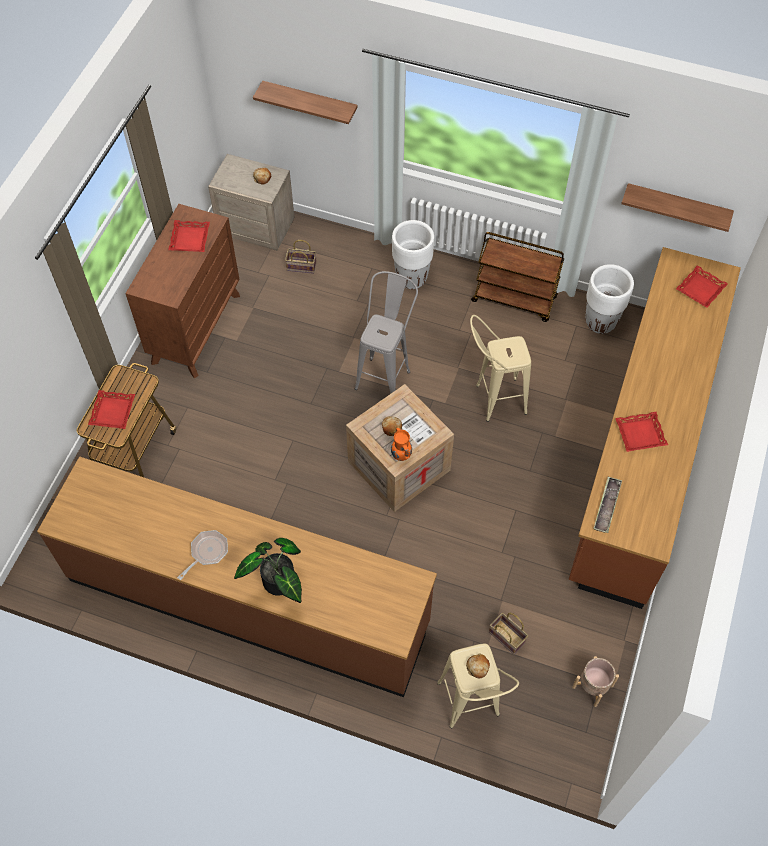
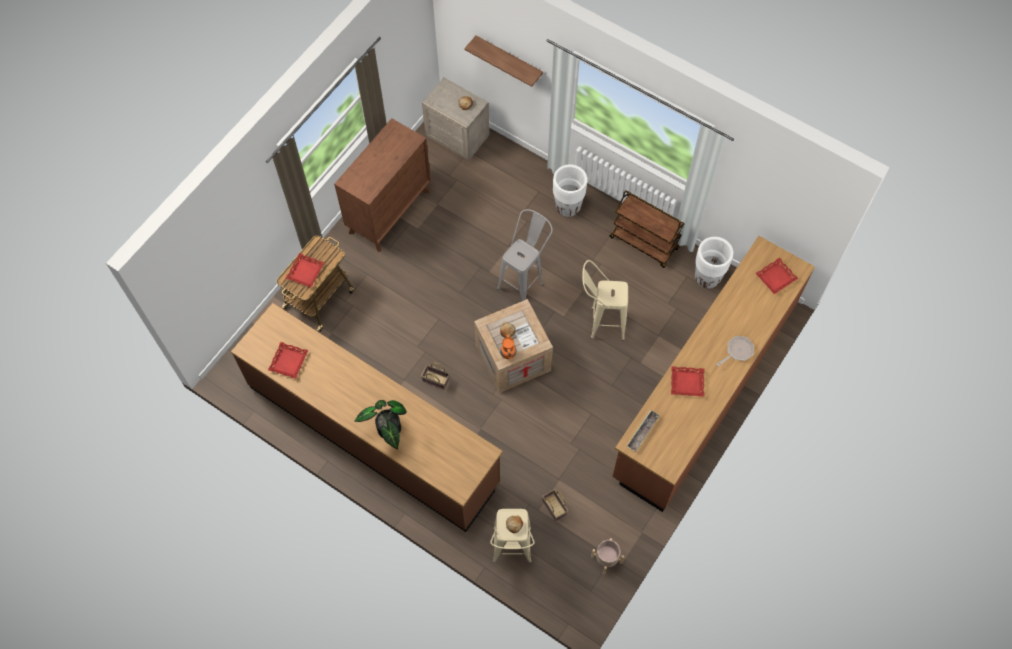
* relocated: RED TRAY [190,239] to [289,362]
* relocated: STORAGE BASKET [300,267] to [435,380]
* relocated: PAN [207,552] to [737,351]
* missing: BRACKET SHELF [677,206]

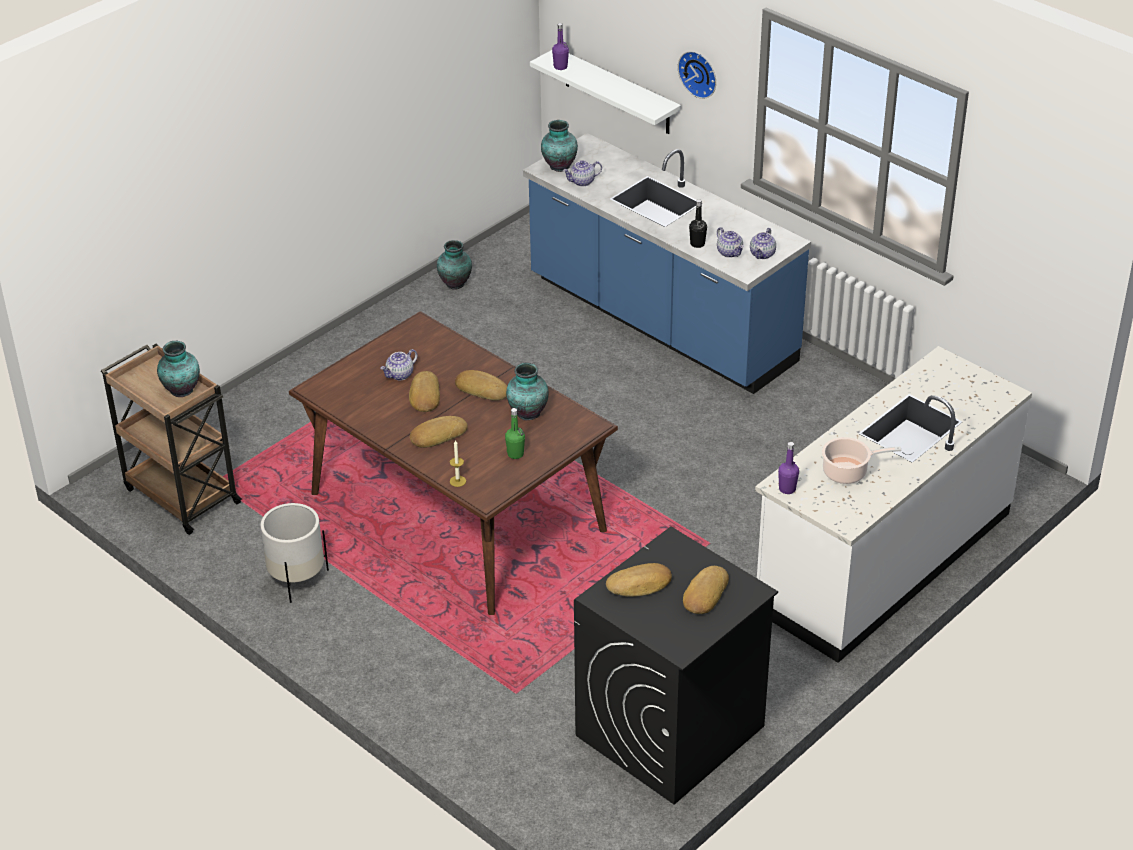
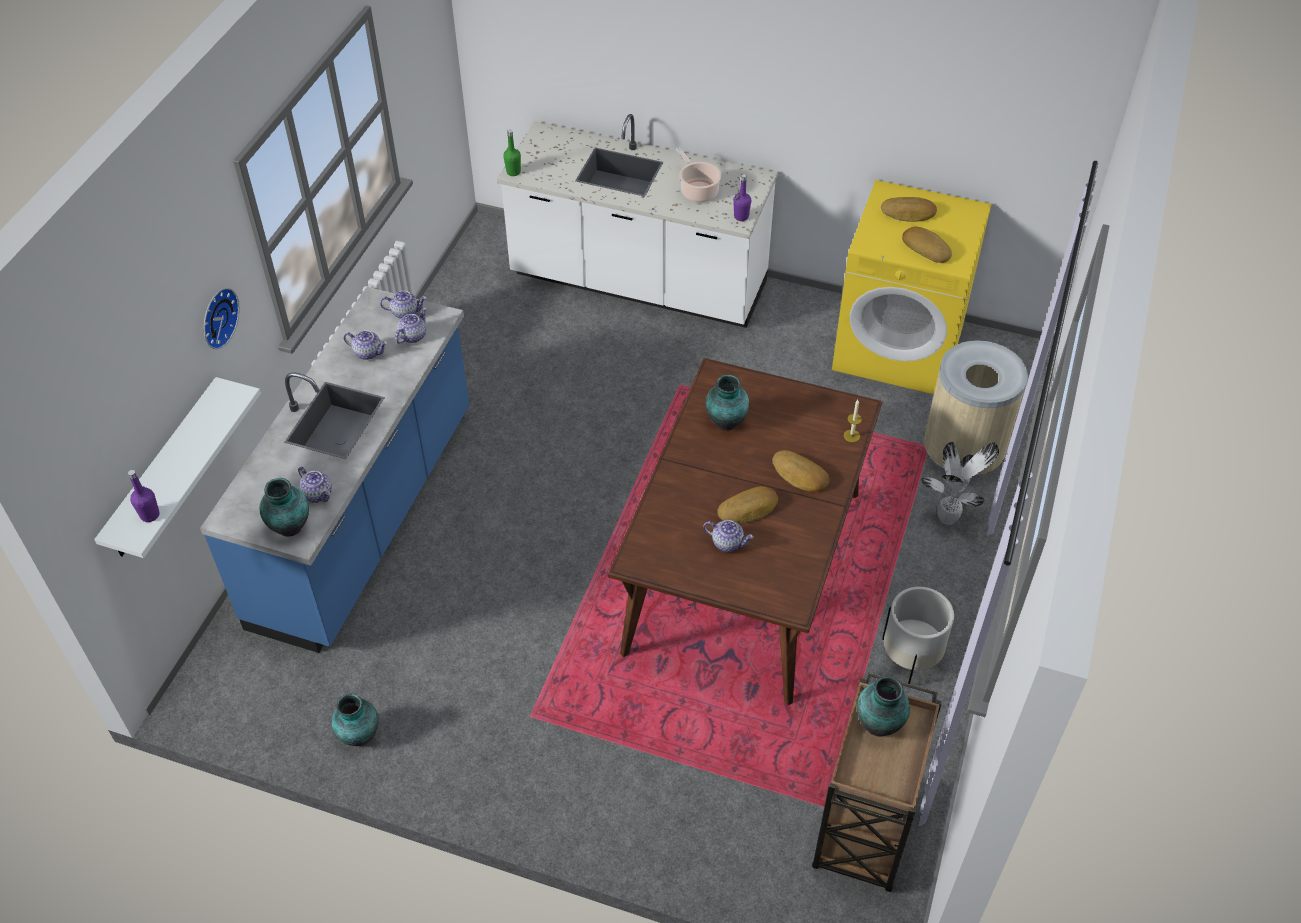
* appeared: POT FOR TEA [368,352]
* relocated: GREEN BEVERAGE BOTTLE [515,454] to [513,172]
* colour: BLACK LAUNDRY MACHINE [669,732] to YELLOWISH LAUNDRY MACHINE [899,347]
* appeared: POTTED PLANT [949,518]
* appeared: BEIGE WASTE BIN [962,454]
* missing: BAKERY BREAD [482,389]
* missing: BLACK BEVERAGE BOTTLE [697,244]

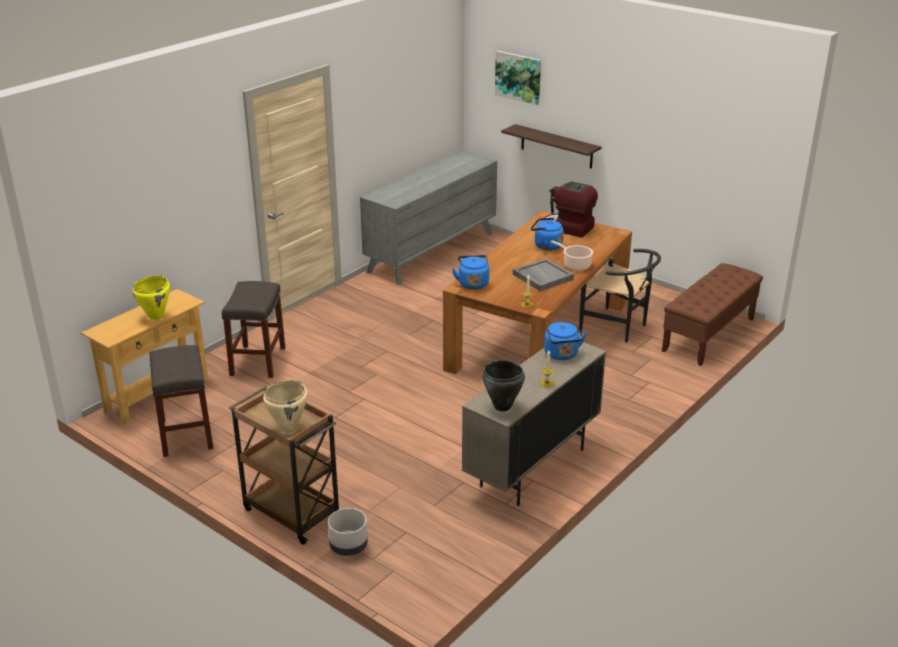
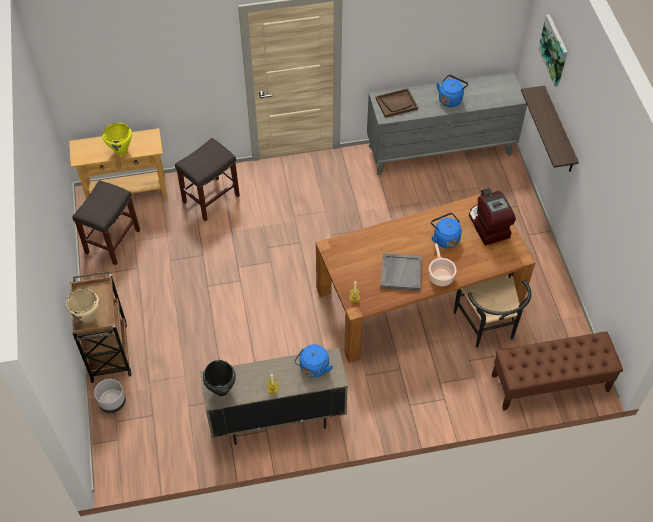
* appeared: BROWNISH TRAY [396,104]
* relocated: BLUISH TEA KETTLE [472,283] to [450,99]

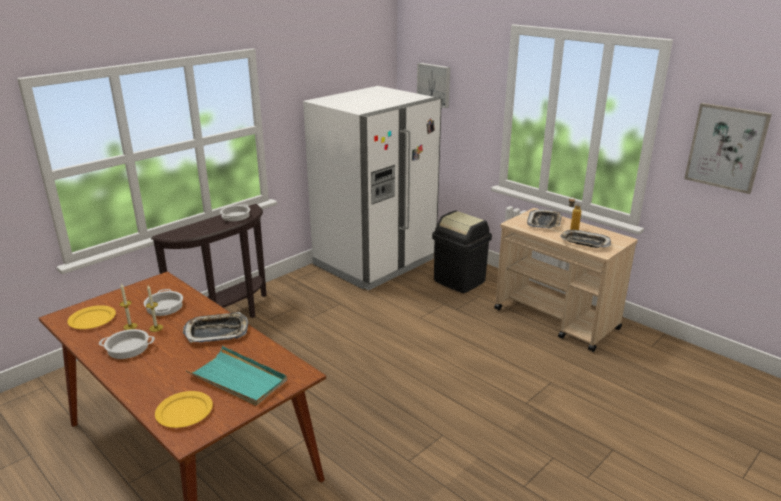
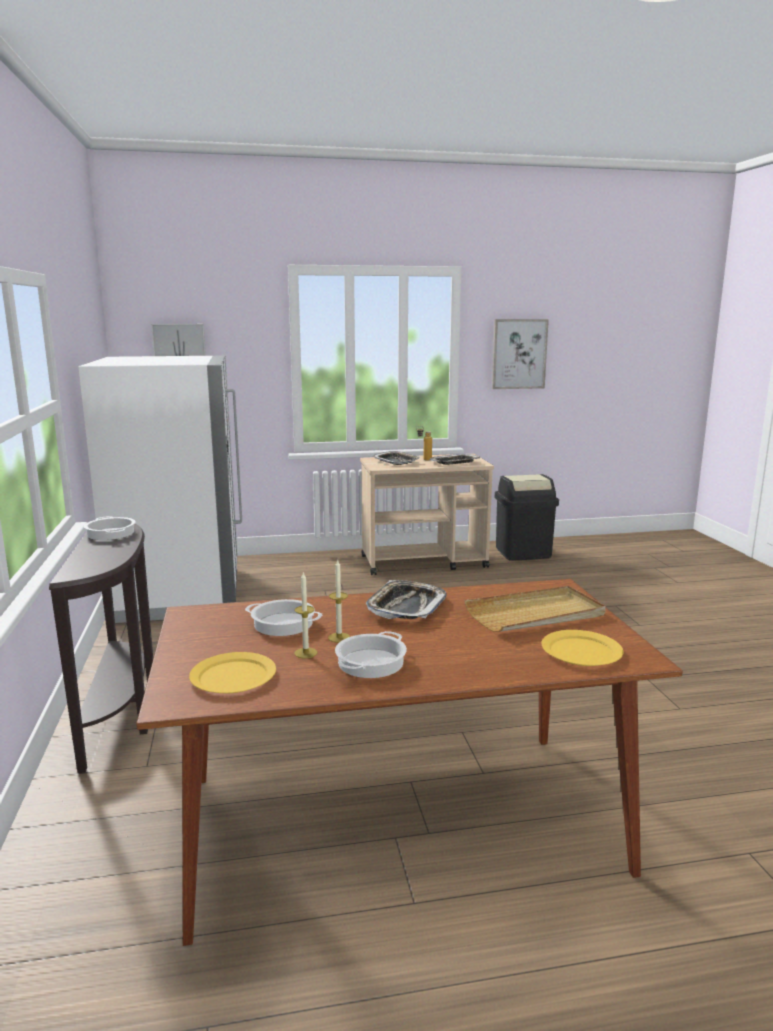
* colour: TURQUOISE-COLOURED TRAY [238,379] to BEIGE TRAY [536,614]
* relocated: BLACK WASTE BIN [459,281] to [523,552]

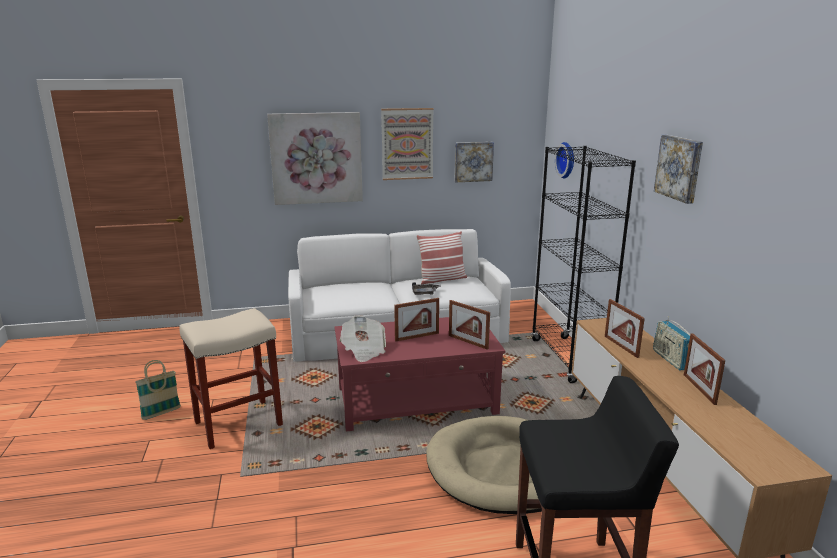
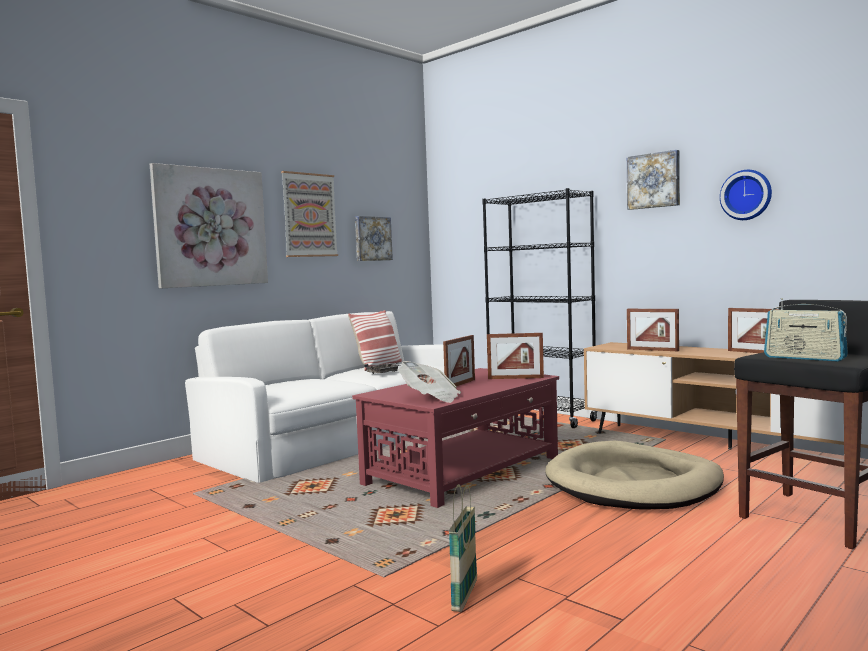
* relocated: STORAGE BASKET [161,413] to [465,595]
* relocated: WALL CLOCK [567,160] to [746,195]
* relocated: RADIO RECEIVER [671,359] to [804,358]
* missing: BEIGE STOOL SEAT [237,424]

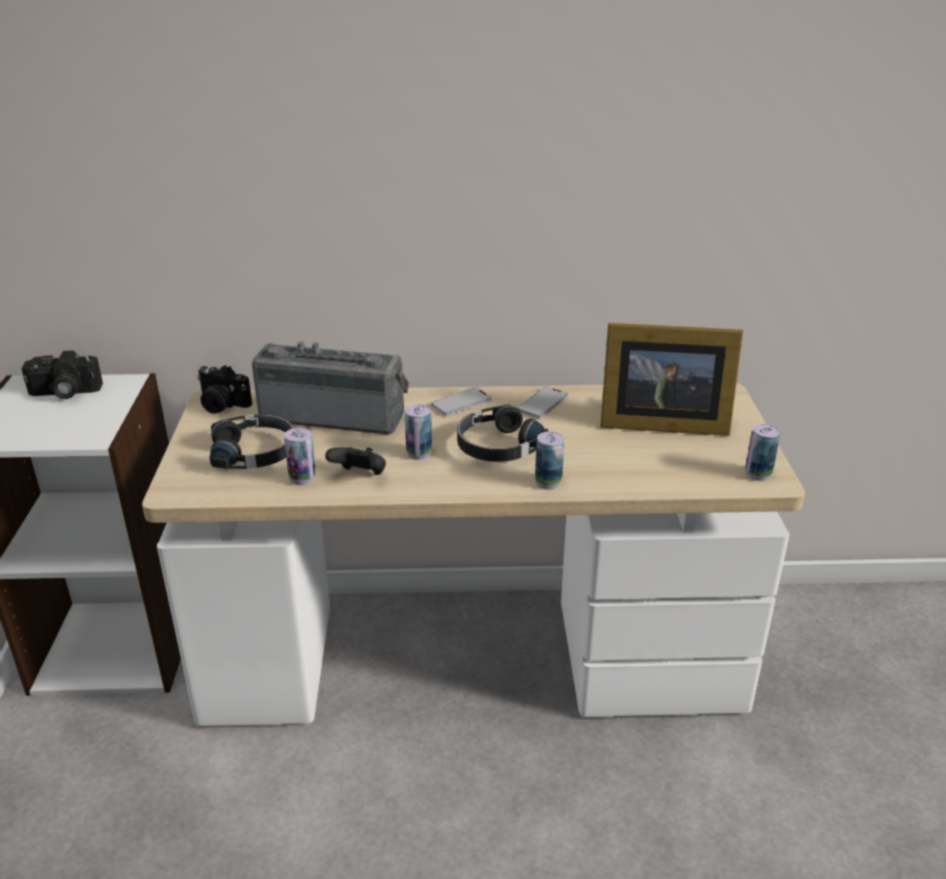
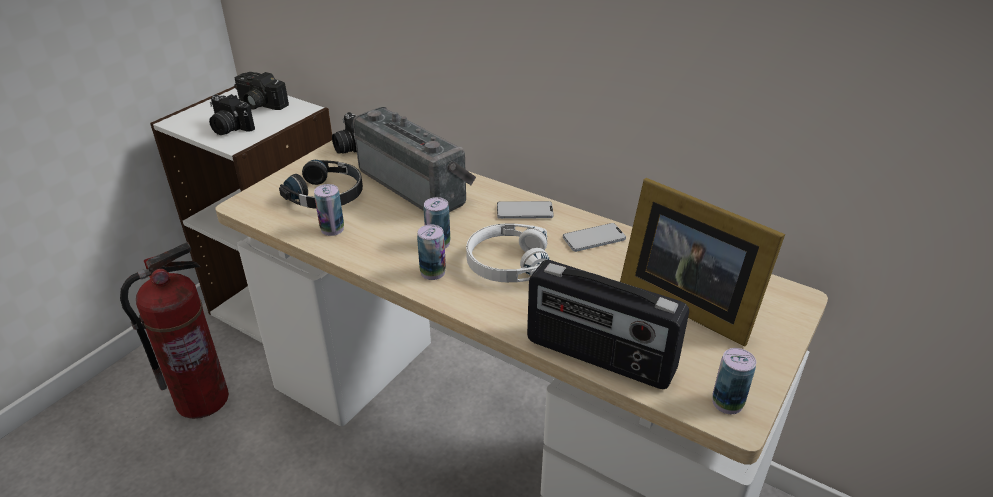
* appeared: FIRE EXTINGUISHER [202,400]
* appeared: STILL CAMERA [229,128]
* relocated: SEALED CAN [548,482] to [433,272]
* colour: BLACK HEADPHONES [497,446] to WHITISH HEADPHONES [507,263]
* appeared: RADIO RECEIVER [599,357]
* missing: BLACK GAME CONTROLLER [360,476]

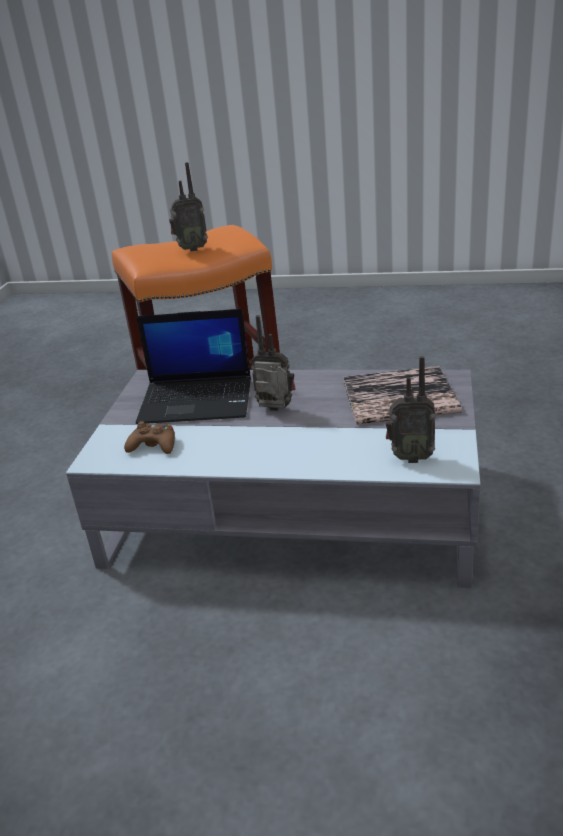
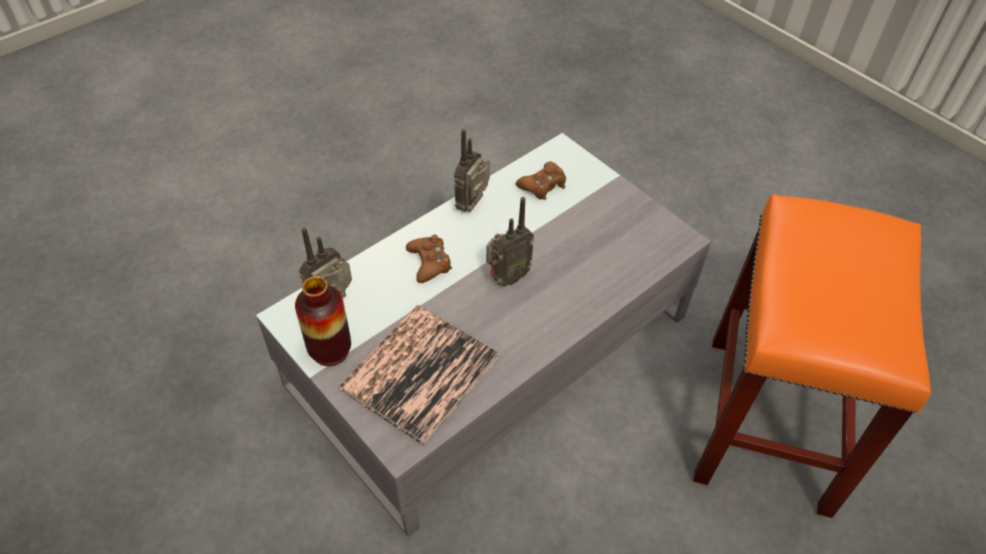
* appeared: DECORATIVE VASE [330,351]
* appeared: BROWNISH GAME CONTROLLER [429,263]
* relocated: RADIO RECEIVER [191,249] to [473,206]
* missing: PORTABLE COMPUTER [198,400]

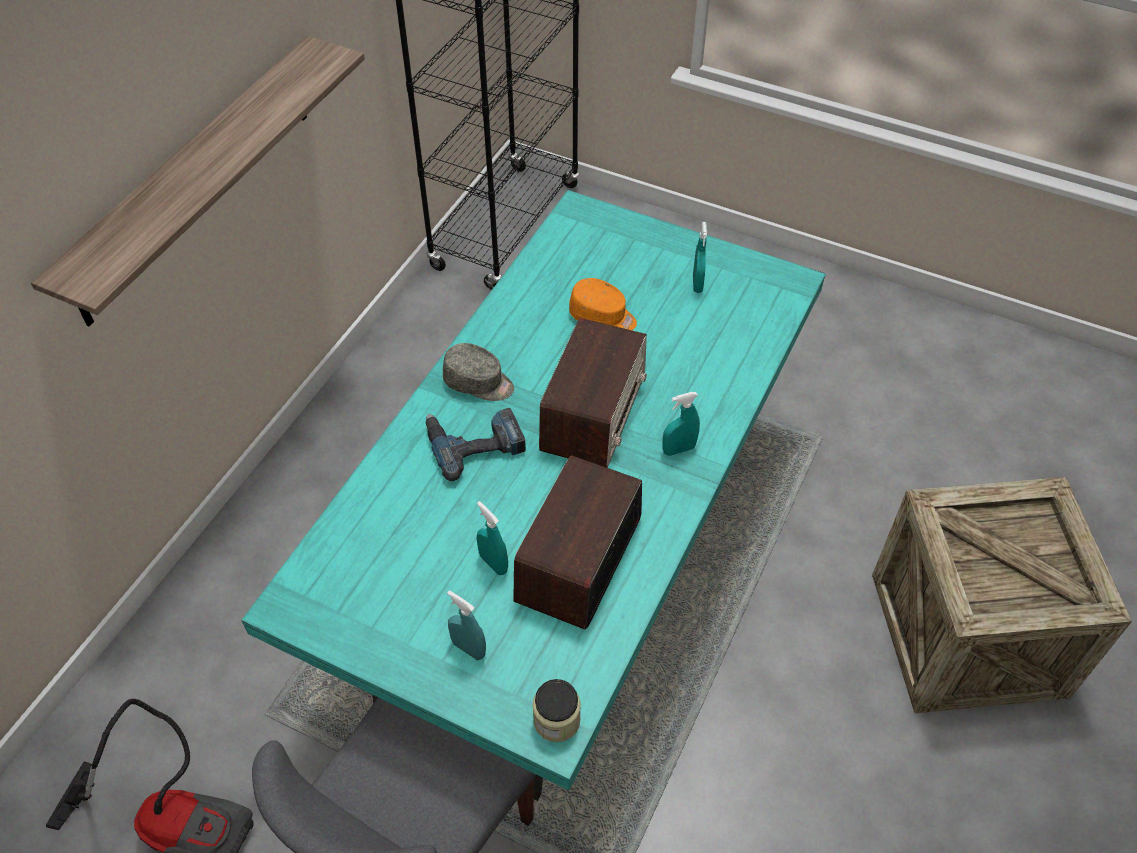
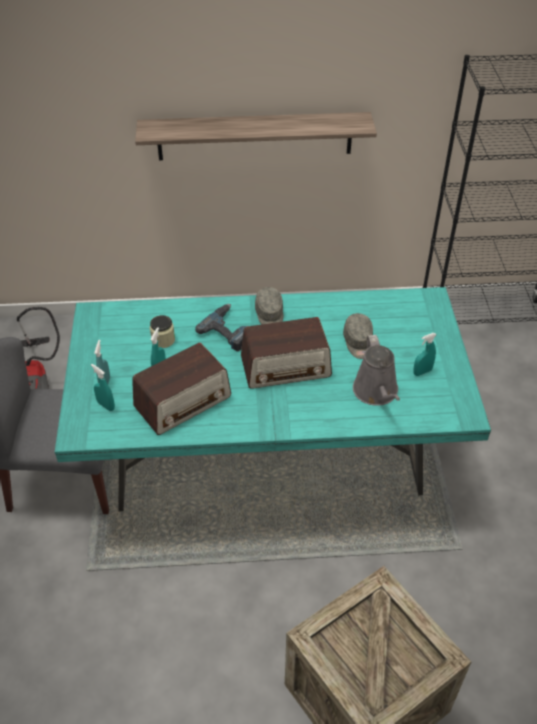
* relocated: TURQUOISE-COLOURED SPRAYER [678,449] to [106,405]
* spun: RADIO RECEIVER [578,559] = [183,402] 150 degrees clockwise
* relocated: STORAGE JAR [556,720] to [163,340]
* colour: ORANGEY BASEBALL CAP [603,317] to GRAY BASEBALL CAP [358,342]
* appeared: GRAY WATERING CAN [376,392]

